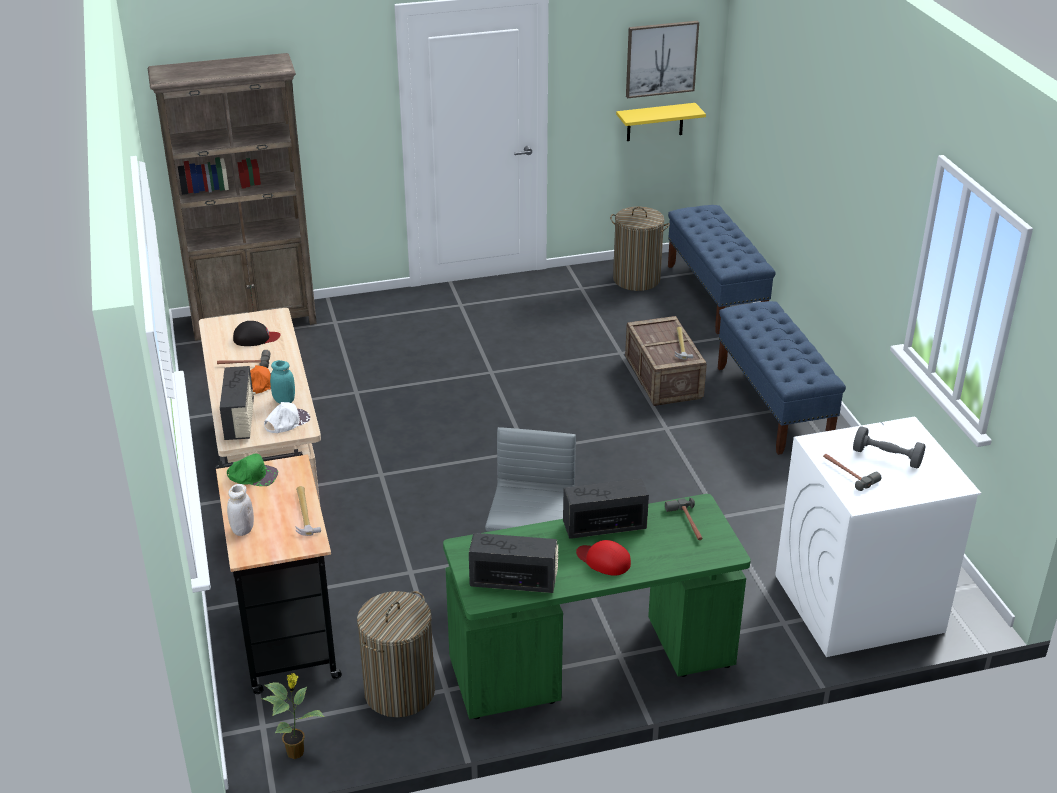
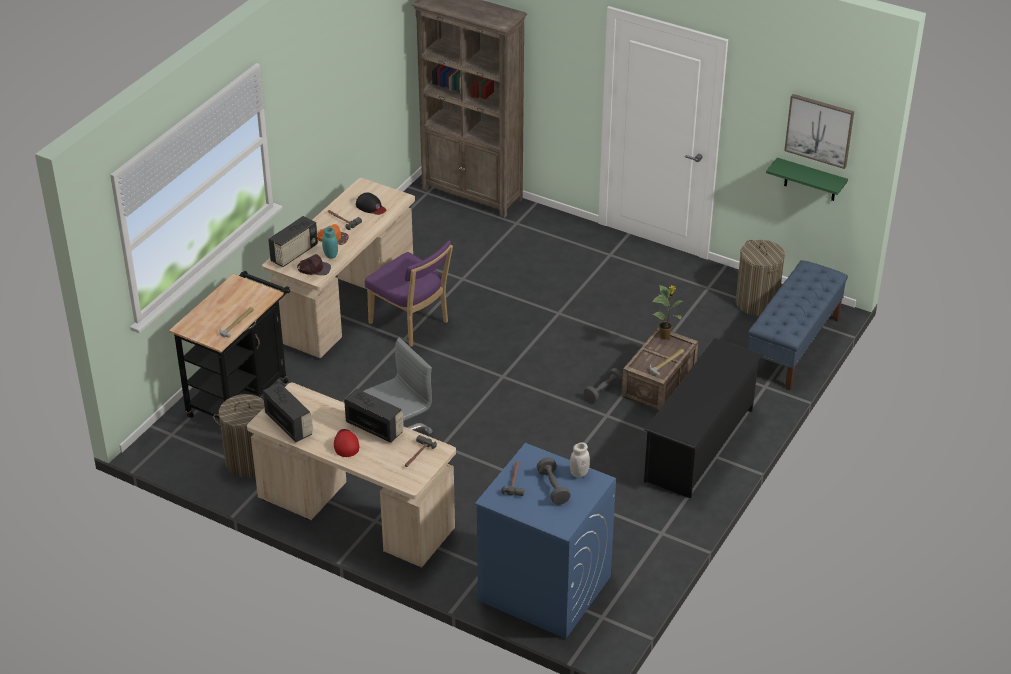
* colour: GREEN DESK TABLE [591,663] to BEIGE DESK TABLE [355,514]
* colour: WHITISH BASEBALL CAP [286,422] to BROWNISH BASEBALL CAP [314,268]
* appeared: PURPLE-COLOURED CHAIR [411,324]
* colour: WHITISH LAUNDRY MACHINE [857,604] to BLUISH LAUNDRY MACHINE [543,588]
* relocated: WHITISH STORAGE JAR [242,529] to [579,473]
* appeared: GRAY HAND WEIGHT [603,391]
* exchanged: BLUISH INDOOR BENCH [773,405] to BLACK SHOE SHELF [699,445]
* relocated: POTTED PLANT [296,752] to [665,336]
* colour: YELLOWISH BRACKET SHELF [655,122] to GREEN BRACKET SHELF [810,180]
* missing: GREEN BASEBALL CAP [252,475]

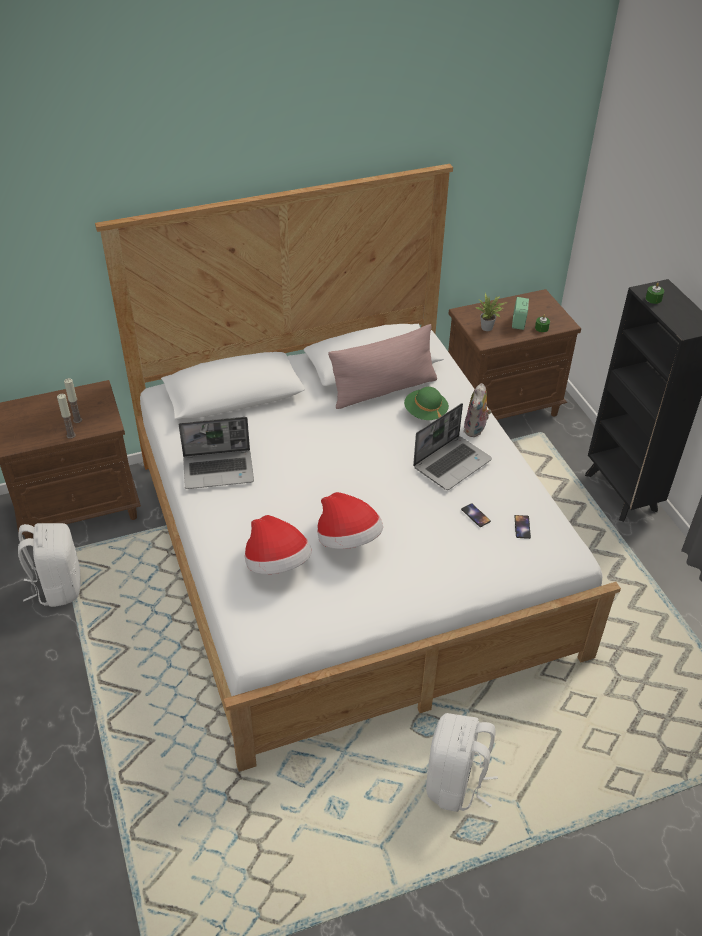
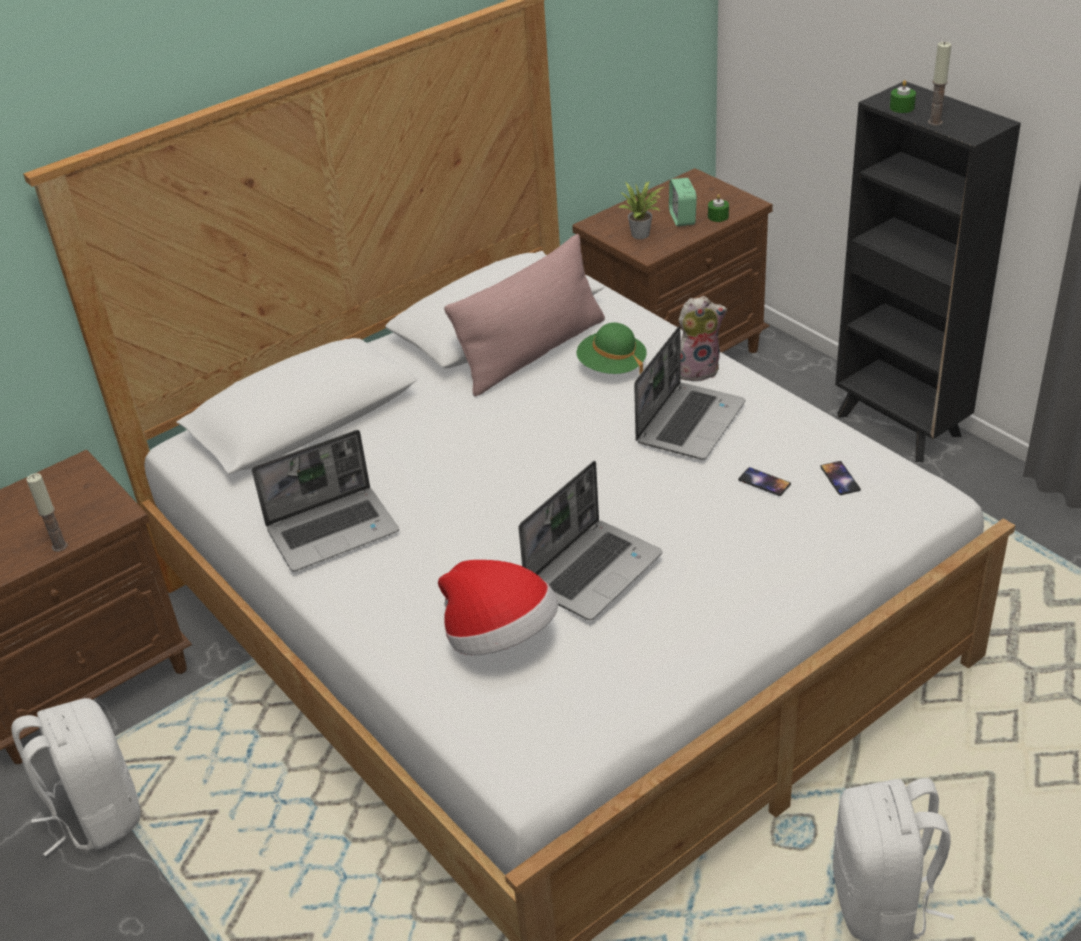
* exchanged: HAT [348,540] to PORTABLE COMPUTER [593,570]
* spun: SOFT TOY [476,430] = [698,370] 105 degrees counterclockwise
* relocated: WAX LIGHT [77,420] to [935,122]

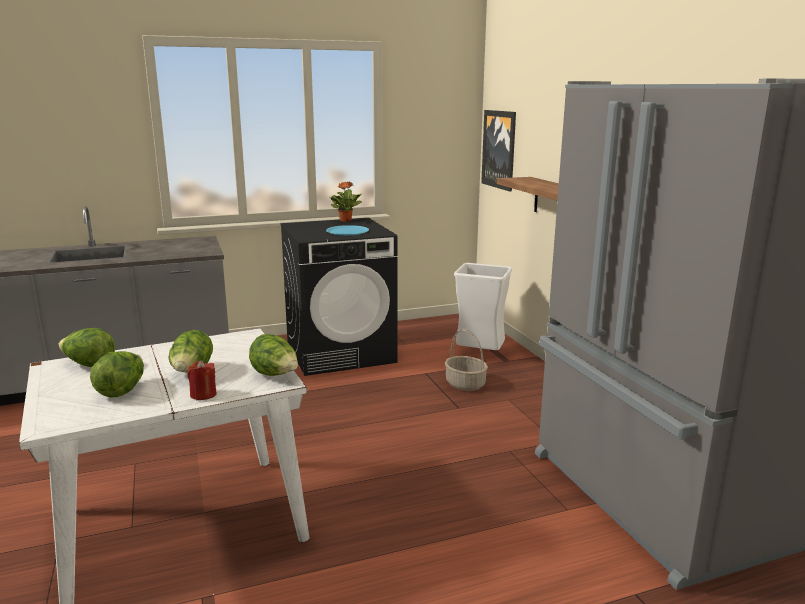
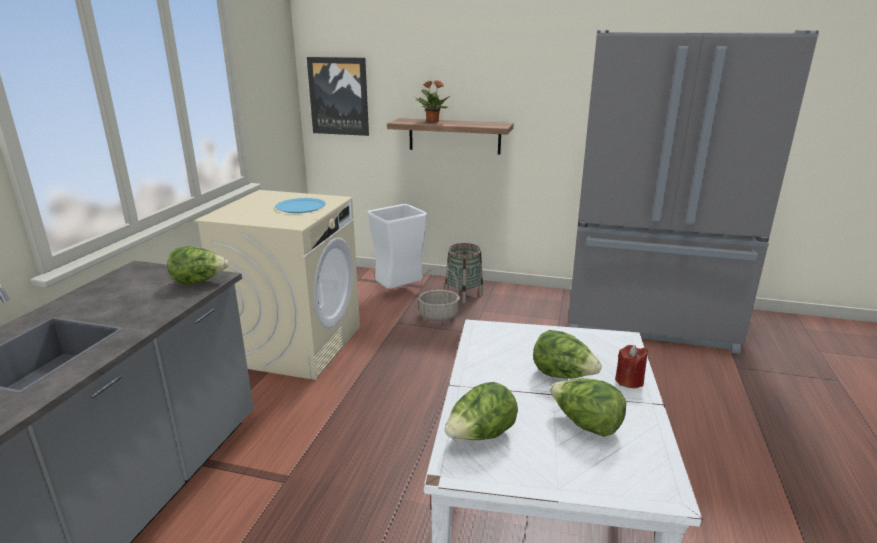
* relocated: LETTUCE HEAD [275,375] to [199,282]
* colour: BLACK LAUNDRY MACHINE [341,352] to BEIGE LAUNDRY MACHINE [295,344]
* relocated: POTTED PLANT [346,220] to [432,122]
* appeared: STORAGE BASKET [463,295]

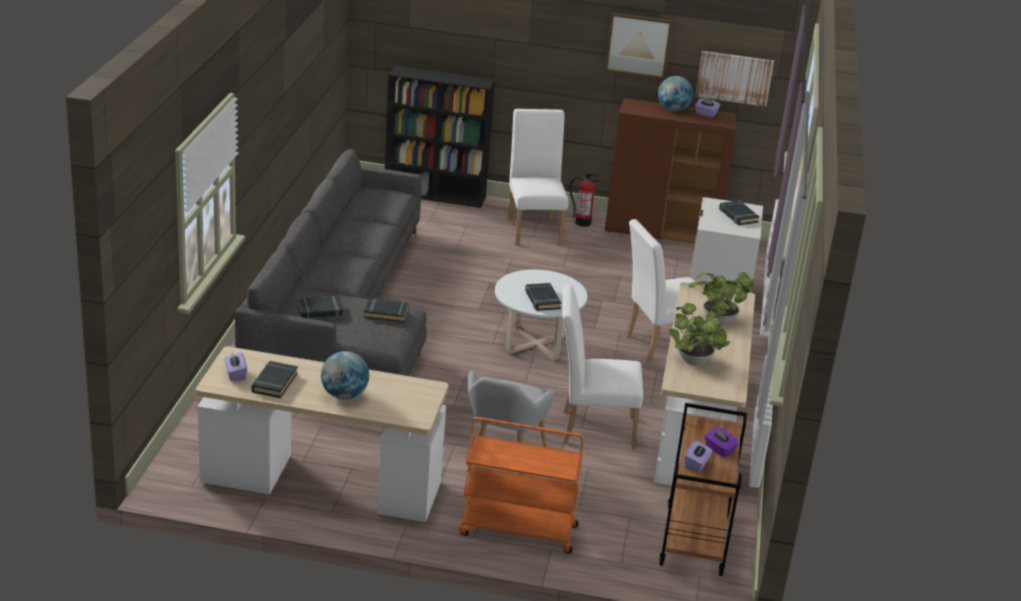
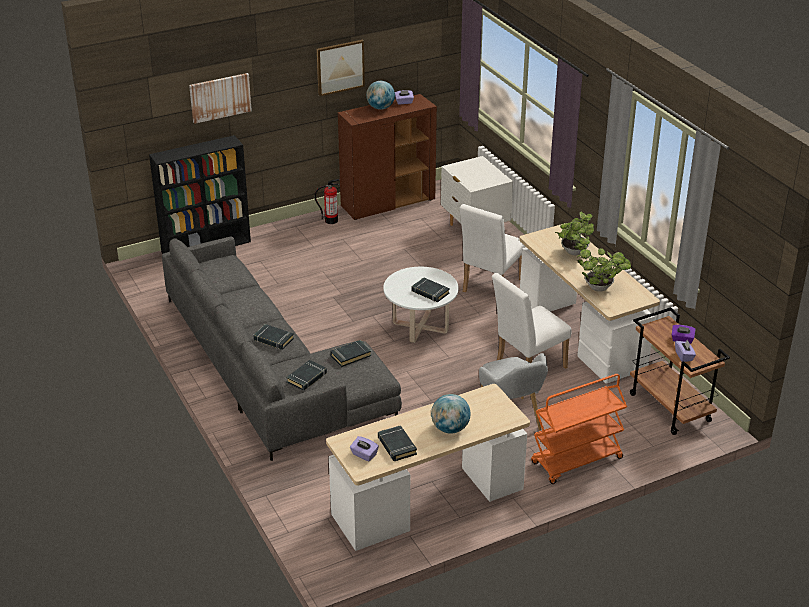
* relocated: WALL ART [734,78] to [220,97]
* relocated: BLACK BOOK [738,216] to [273,339]
* missing: WHITISH CHAIR [534,229]

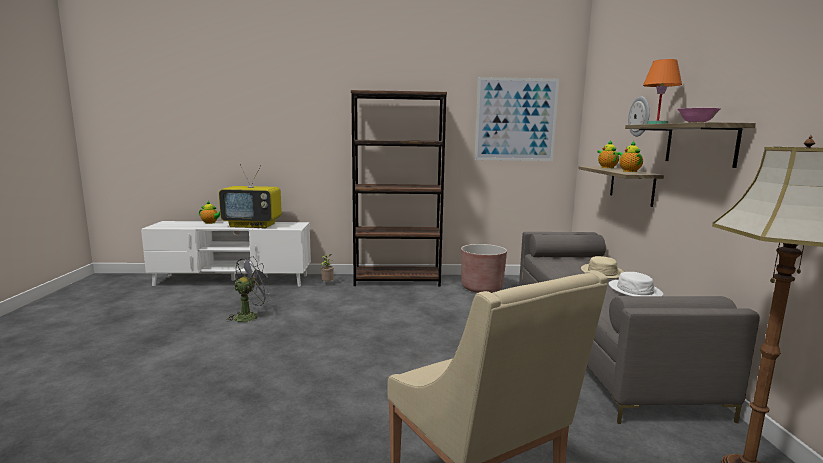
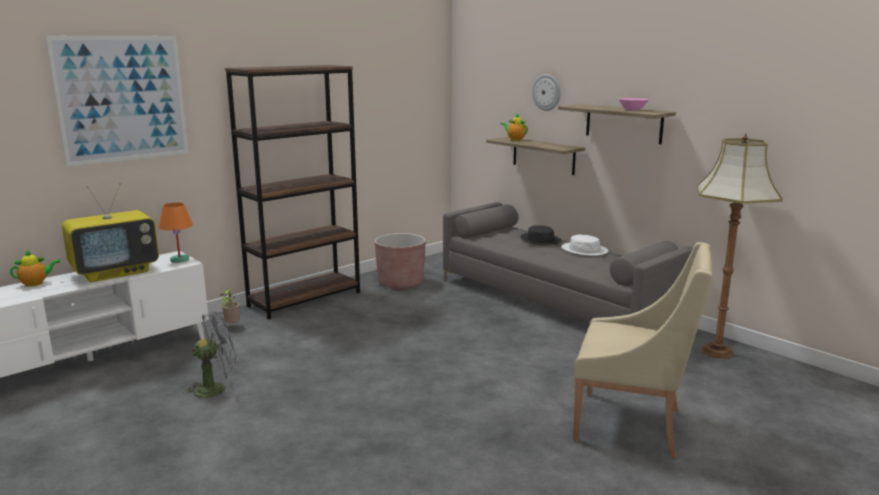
* relocated: WALL ART [516,120] to [122,99]
* relocated: ORANGEY TABLE LAMP [657,124] to [180,260]
* spun: GRAY COOLING FAN [250,316] = [216,388] 60 degrees clockwise
* colour: BEIGE HAT [602,272] to BLACK HAT [540,240]
* missing: POT FOR TEA [628,171]

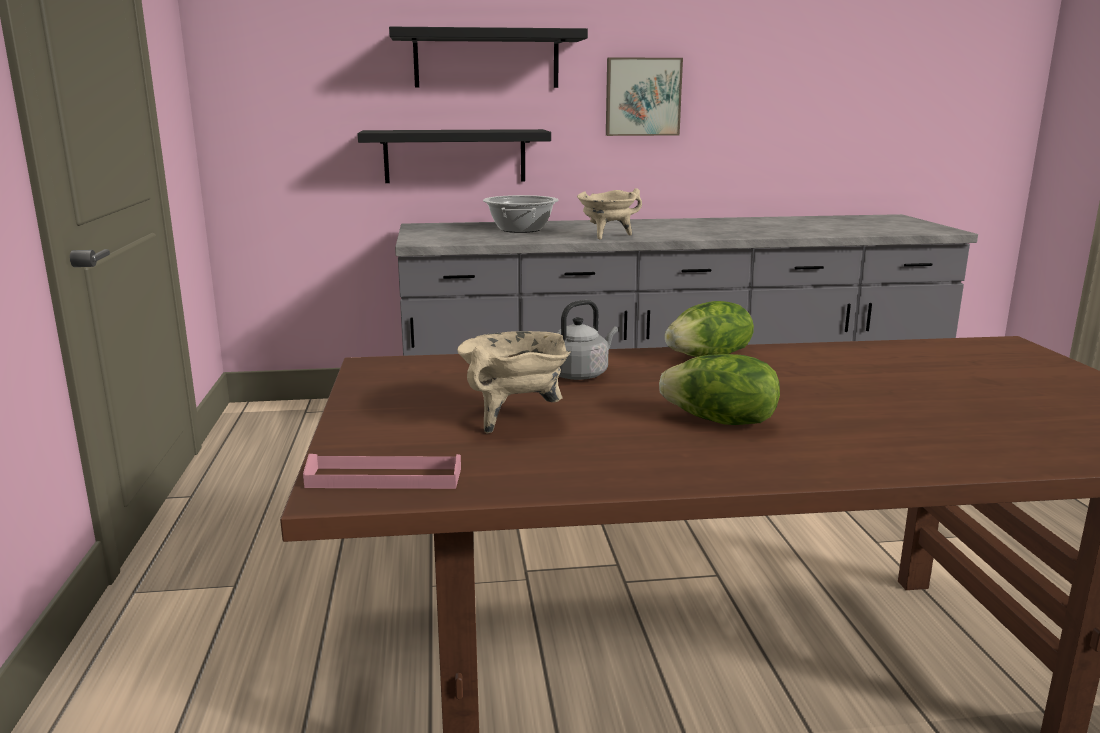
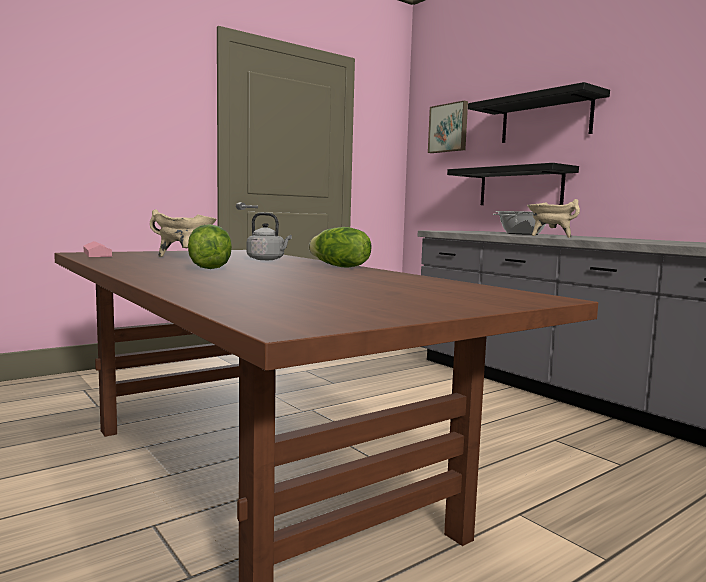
* relocated: WALL ART [642,97] to [449,128]

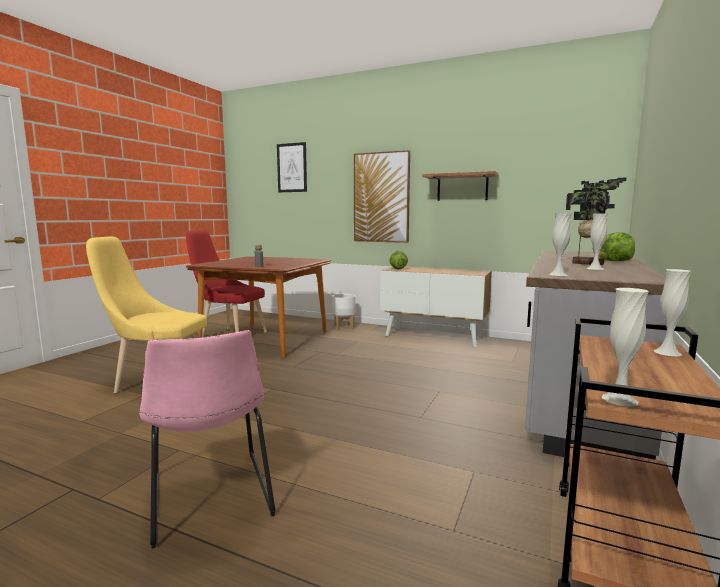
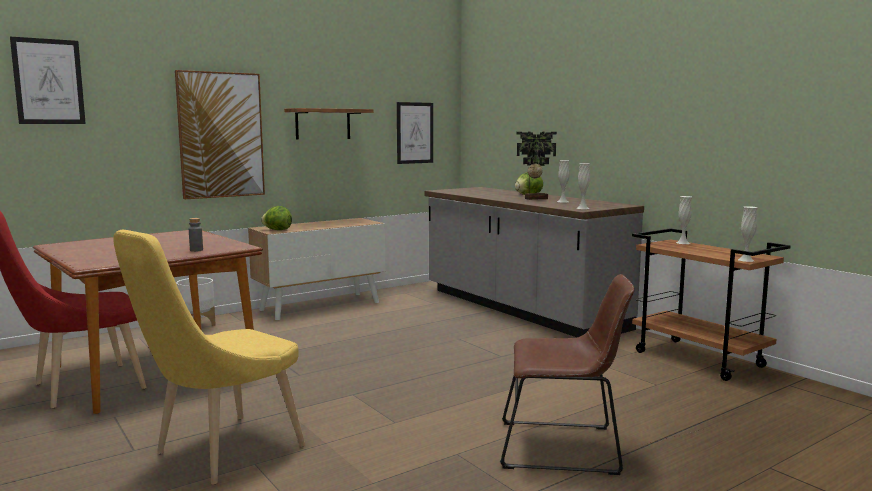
* appeared: WALL ART [414,133]
* colour: PINK-COLOURED CHAIR [210,498] to BROWNISH CHAIR [564,447]

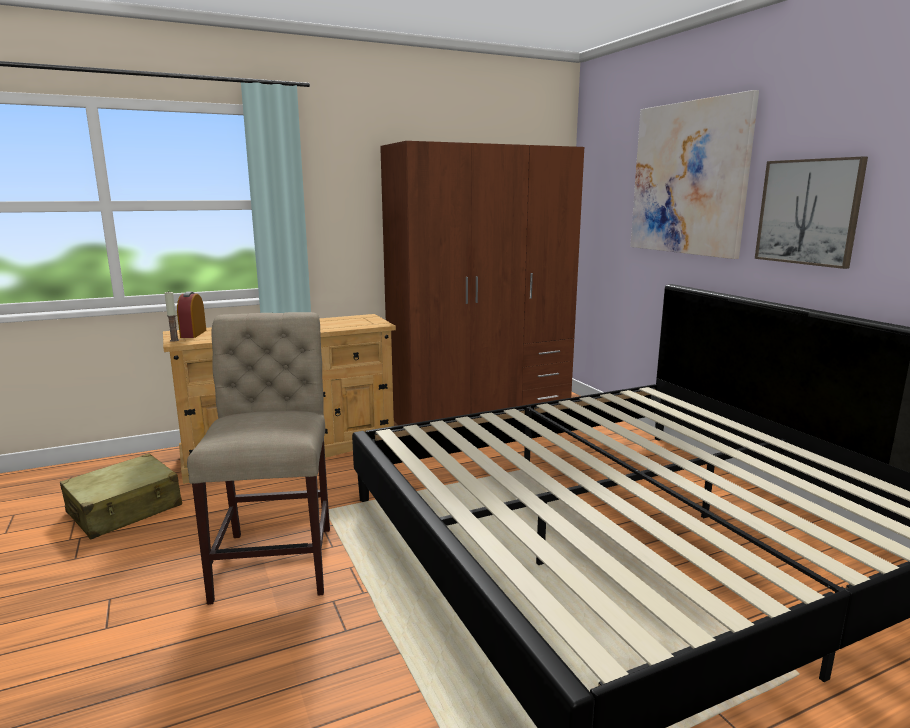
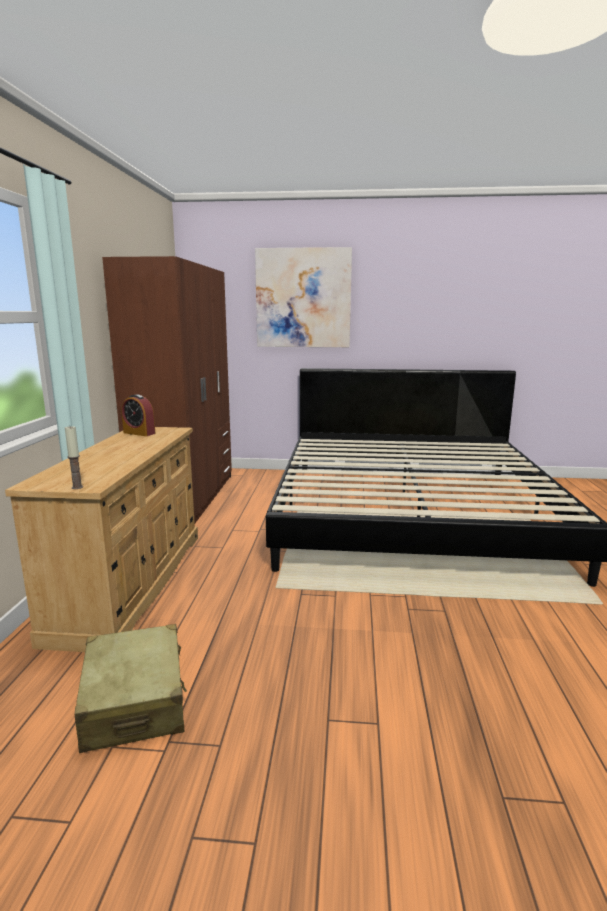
* relocated: TABLE CLOCK [193,334] to [139,433]
* missing: BEIGE CHAIR [277,557]
* missing: WALL ART [808,212]

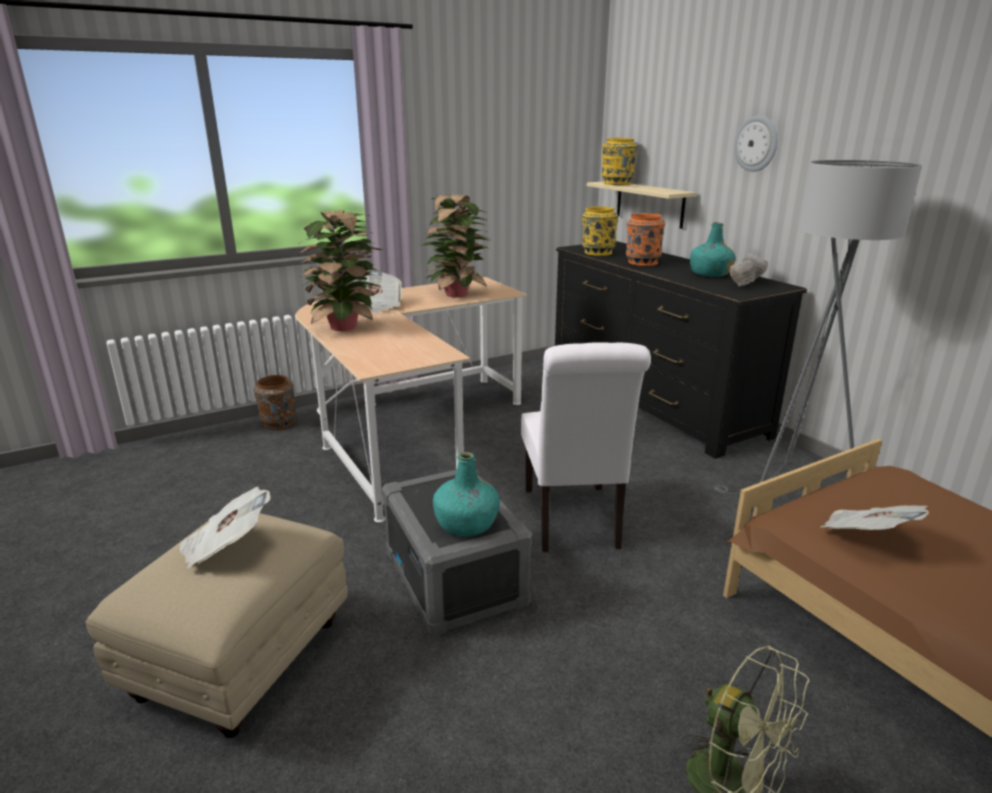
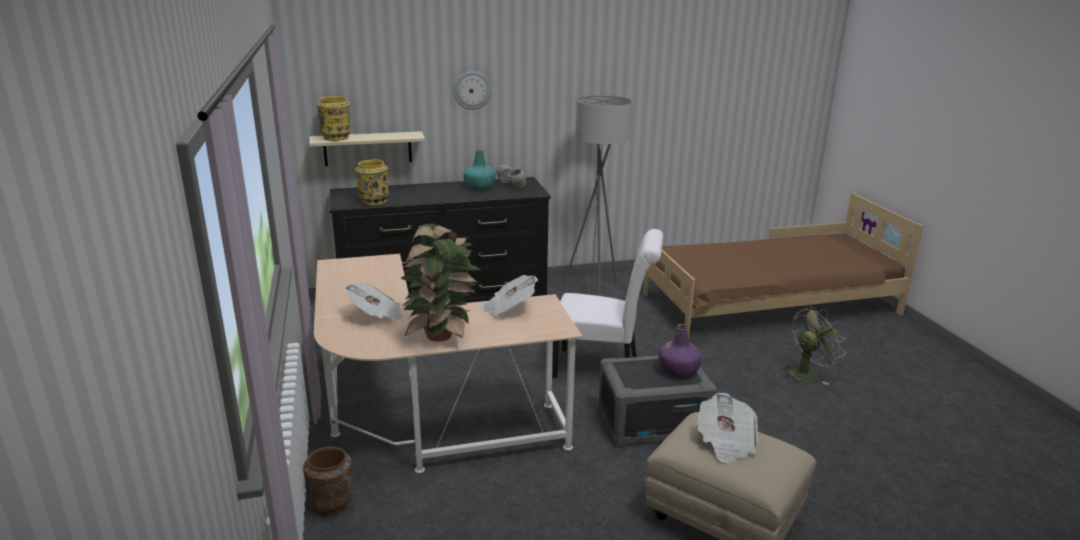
* relocated: DAILY PAPER [866,536] to [508,309]
* colour: TURQUOISE-COLOURED BEVERAGE BOTTLE [467,524] to PURPLE-COLOURED BEVERAGE BOTTLE [678,370]
* missing: POTTED PLANT [457,294]
* missing: ORANGEY DECORATIVE VASE [642,263]

